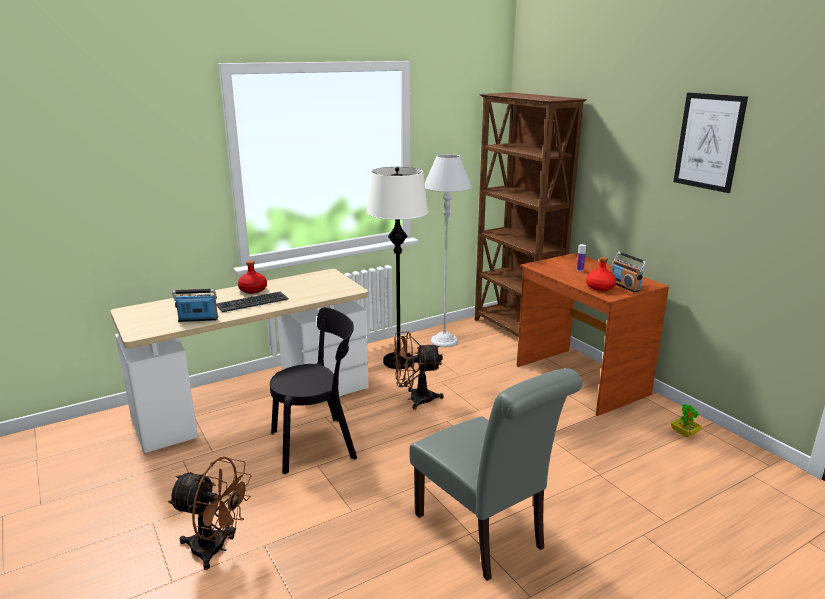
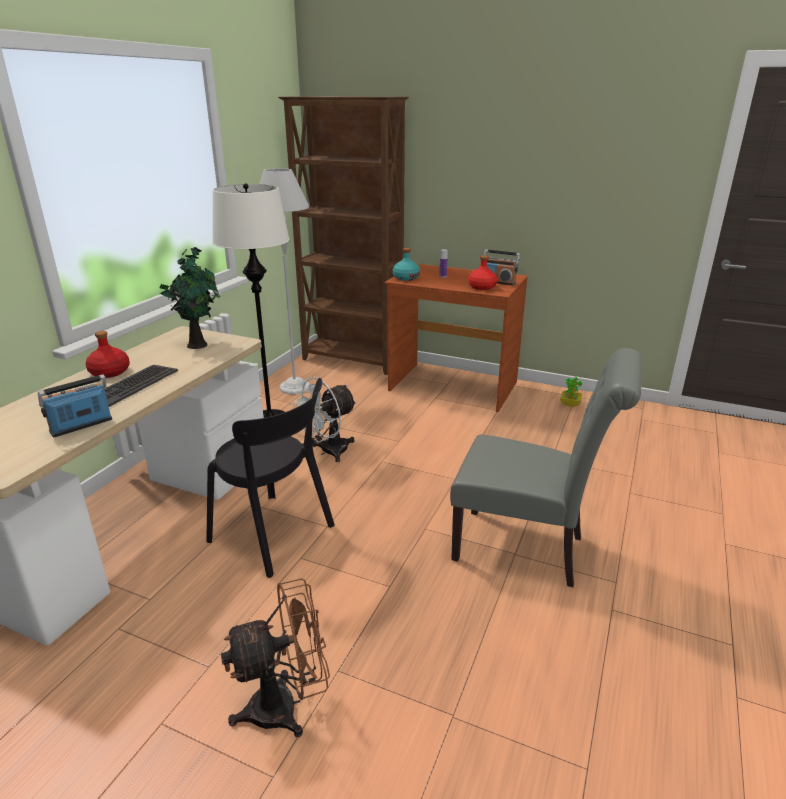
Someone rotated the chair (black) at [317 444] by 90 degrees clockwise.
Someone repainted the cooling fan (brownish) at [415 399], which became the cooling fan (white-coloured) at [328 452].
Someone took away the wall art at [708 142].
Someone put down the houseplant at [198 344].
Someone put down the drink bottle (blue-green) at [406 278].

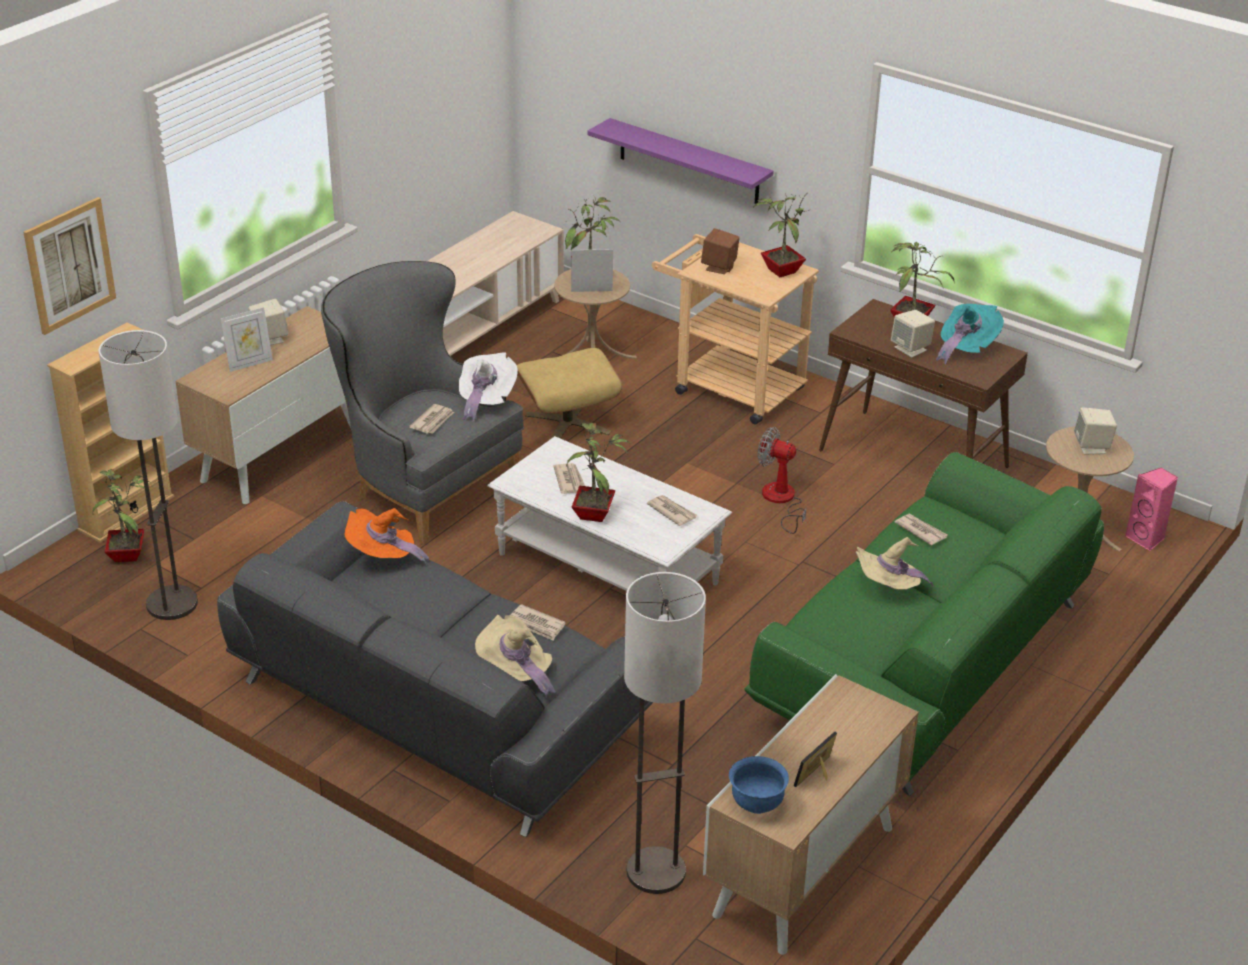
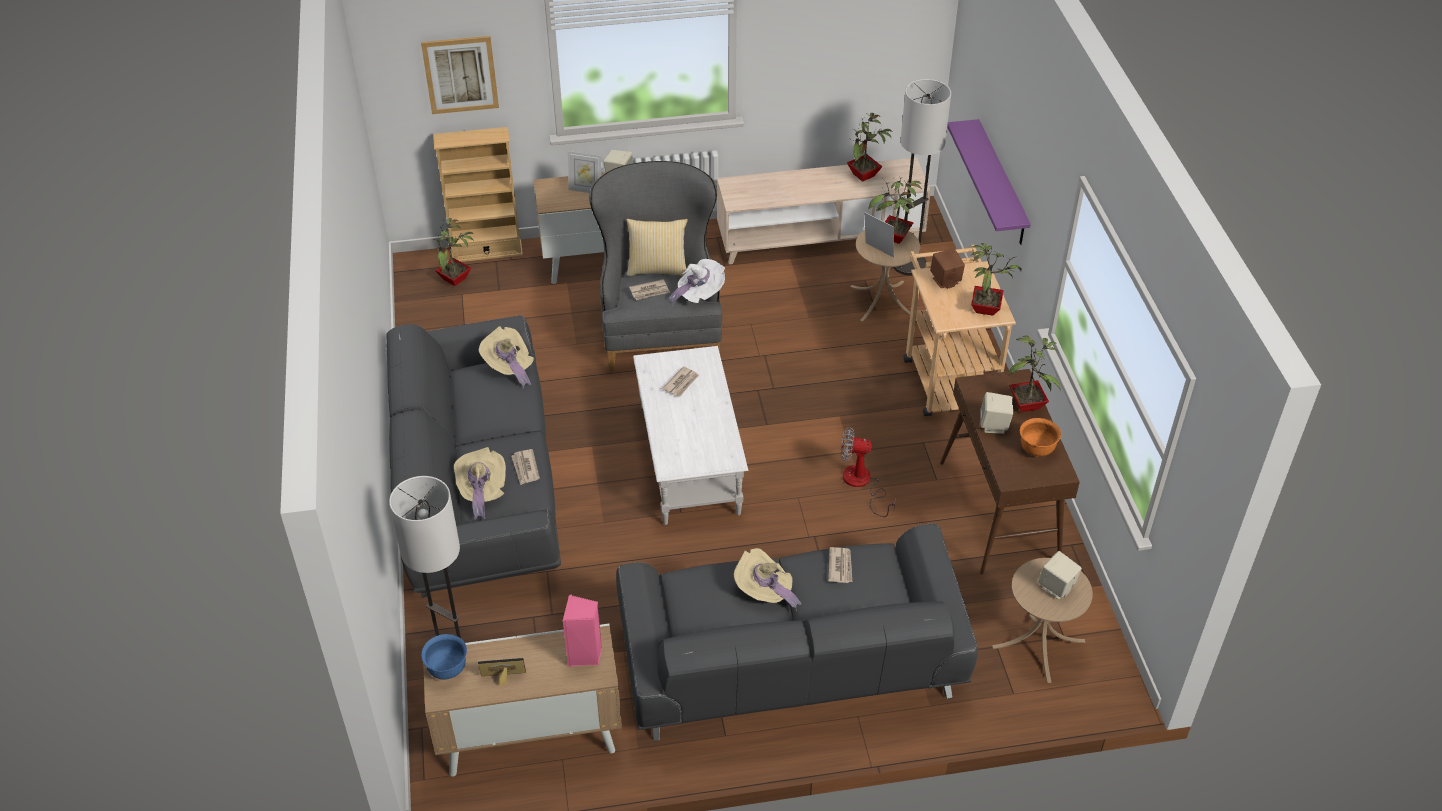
Someone carried the standing lamp from [171 604] to [909 264].
Someone repainted the wearable hat (orangey) at [383 557], which became the wearable hat (beige-coloured) at [509 368].
Someone took away the footrest (beige-coloured) at [567 424].
Someone carried the houseplant from [595 515] to [864 176].
Someone took away the printed paper at [672 512].
Someone repainted the settee (green) at [924 663], which became the settee (gray) at [789 663].
Someone rotated the cooling fan at [781 501] by 60 degrees counterclockwise.
Someone swapped the wearable hat (blue-green) at [965 348] for the deep dish (orangey) at [1036 449].
Someone carried the speaker (pinkish) from [1146 539] to [585 655].
Someone put down the throw pillow at [657 269].

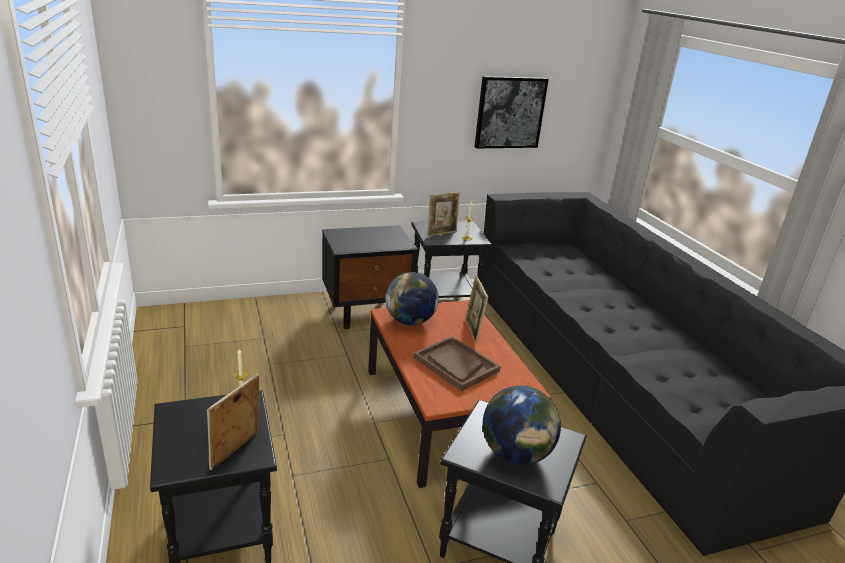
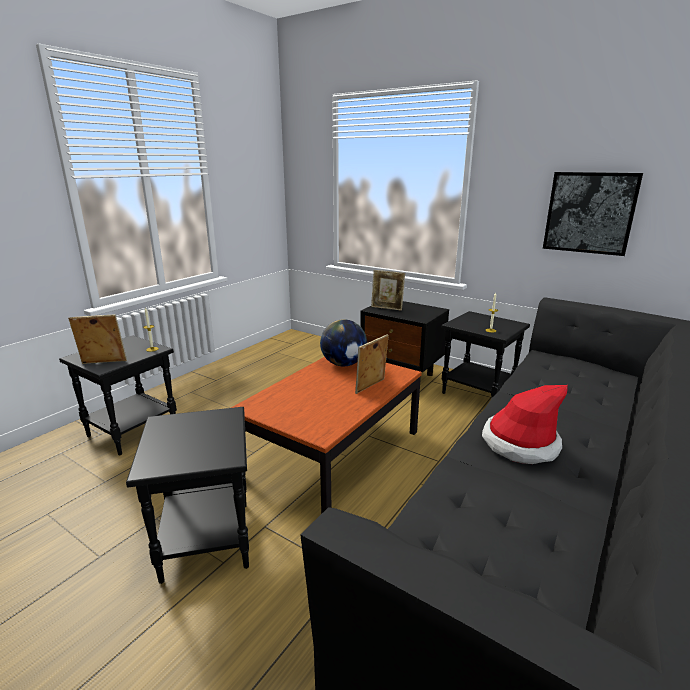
Someone took away the carrying tray (brownish) at [455 365].
Someone carried the photo frame from [441 233] to [387 308].
Someone took away the desk globe at [516 454].
Someone put down the wearable hat at [520 444].

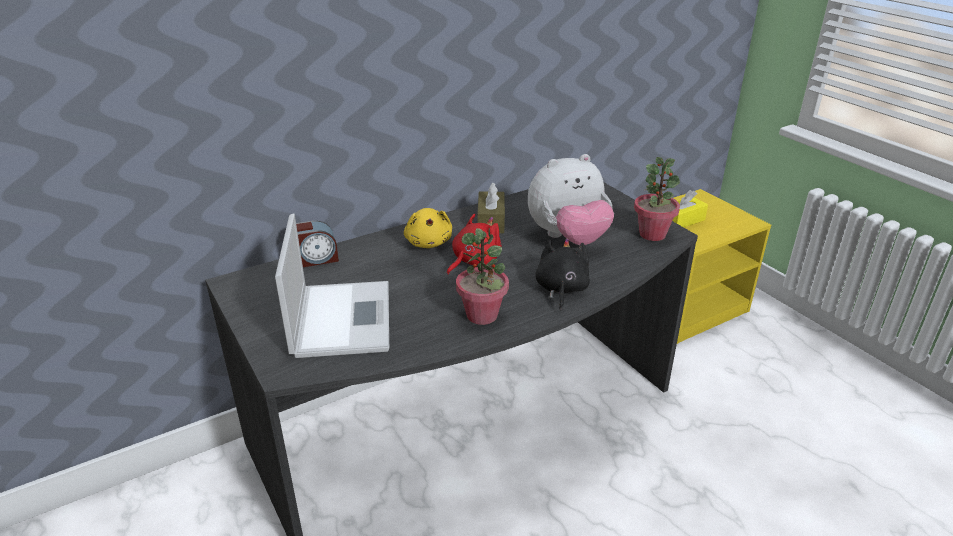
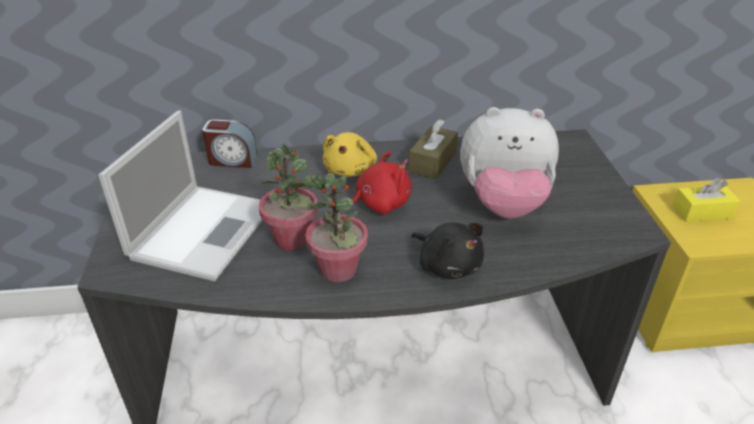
Someone rotated the plush toy (black) at [561 289] by 105 degrees clockwise.
Someone carried the houseplant from [652 234] to [292 239].

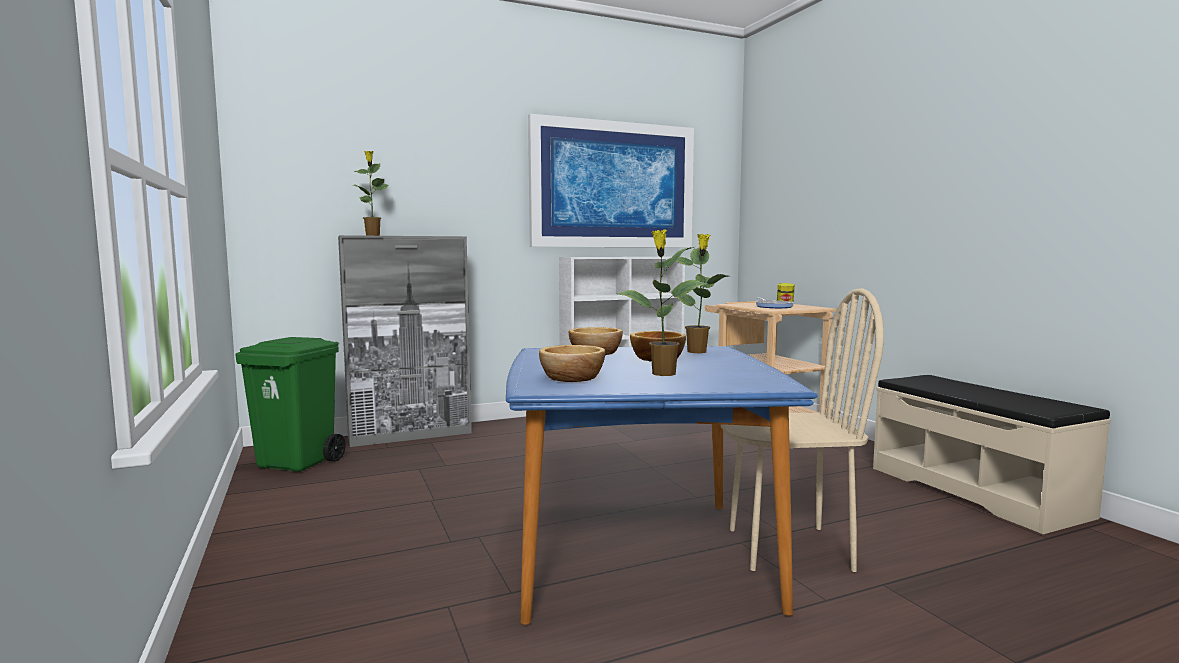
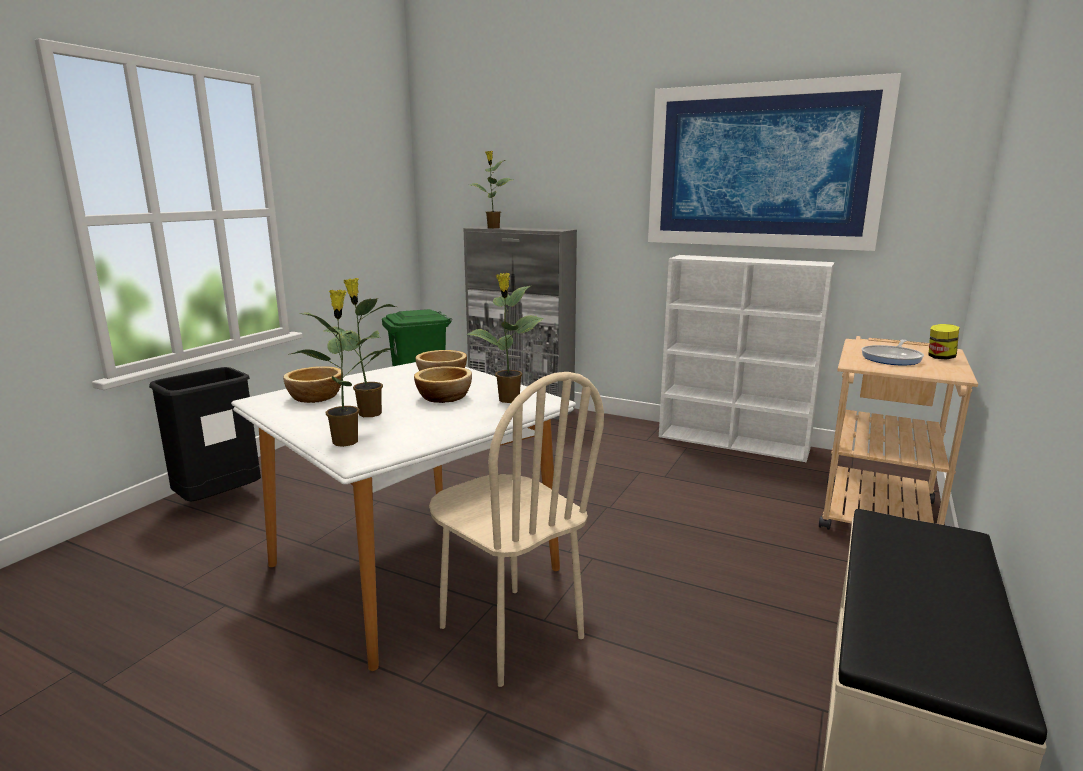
Someone repainted the dining table (bluish) at [640 554], which became the dining table (white-coloured) at [415 567].
Someone put down the trash can (black) at [219 500].
Someone put down the houseplant at [346 441].

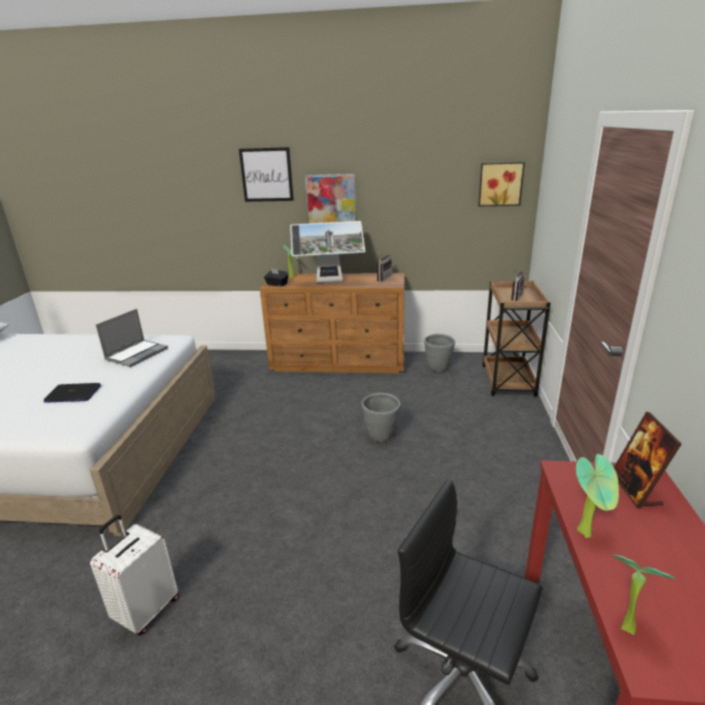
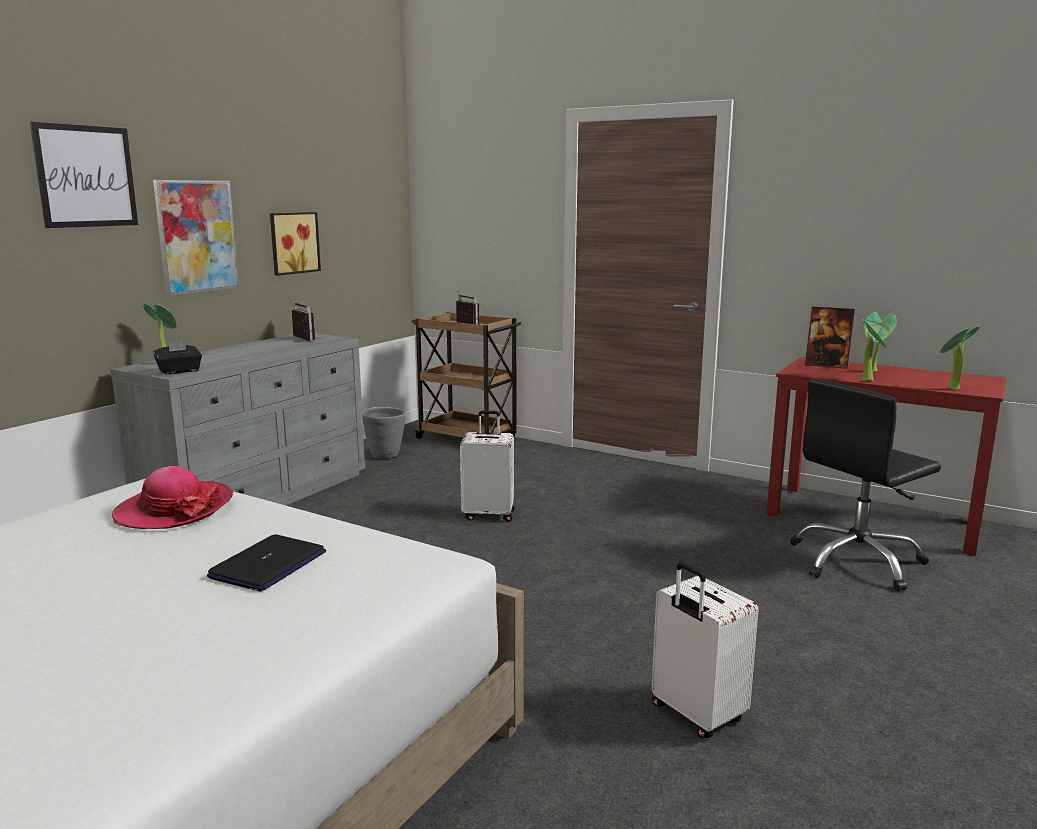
Someone swapped the notebook computer at [137 354] for the wearable hat at [173 510].
Someone repainted the drawer chest (brownish) at [339 362], which became the drawer chest (gray) at [260 498].
Someone took away the computer screen at [329 282].
Someone swapped the planter (gray) at [381 436] for the piece of luggage (white-coloured) at [489 514].
Someone carried the wall art from [500 184] to [293 243].
Someone put down the houseplant at [873 372].

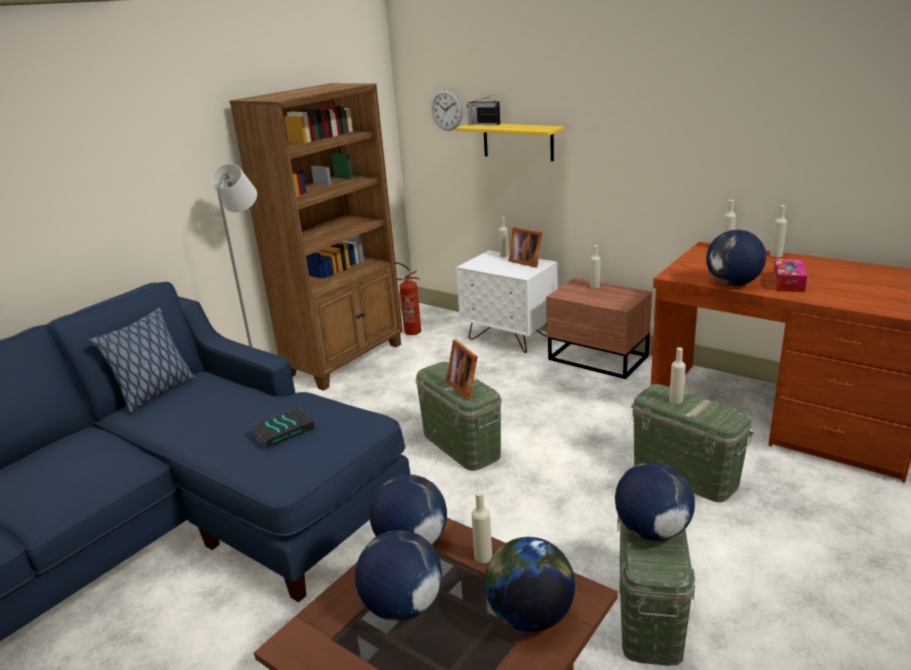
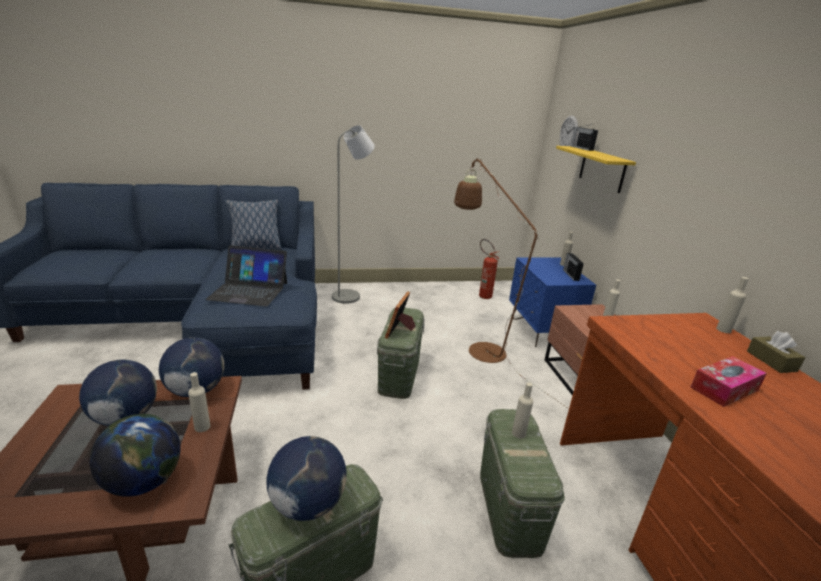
Someone took away the shelving unit (brownish) at [346 360].
Someone swapped the book at [283 431] for the notebook computer at [249 291].
Someone repainted the nightstand (white-coloured) at [509 338], which became the nightstand (bluish) at [541 331].
Someone swapped the photo frame at [526 262] for the radio receiver at [570 275].
Someone took away the desk globe at [733 284].
Someone swapped the drink bottle (beige-coloured) at [776 255] for the tissue holder (brownish) at [771 361].
Someone put down the standing lamp (brownish) at [480 347].

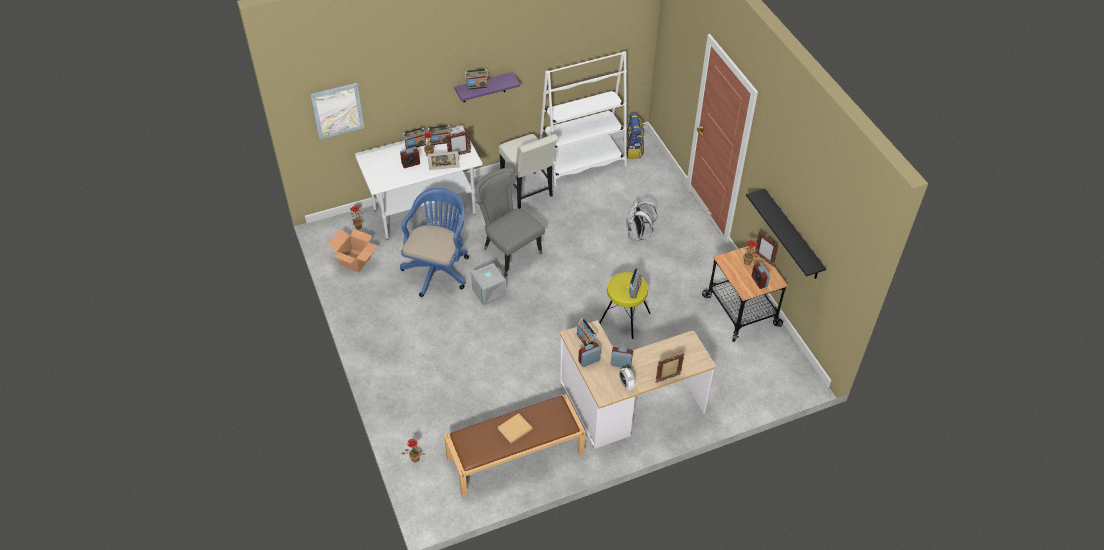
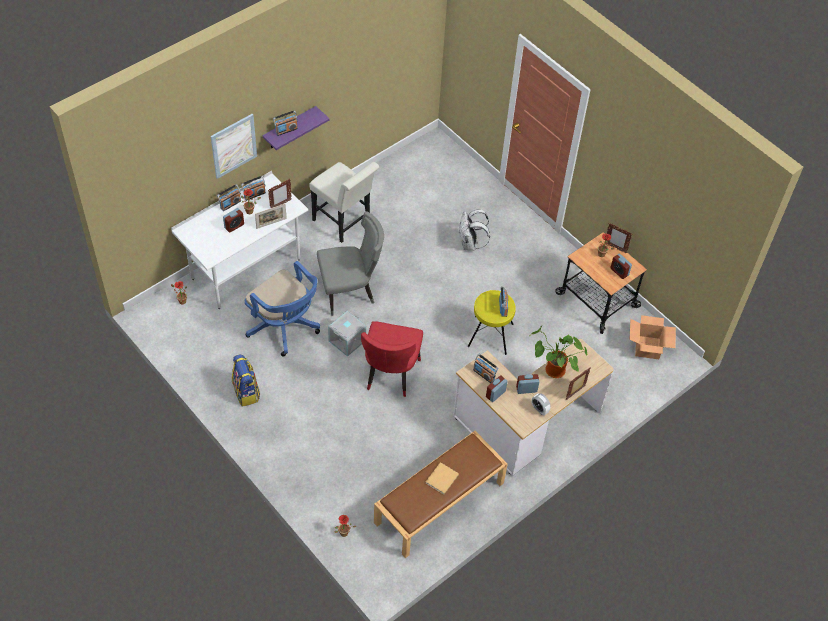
Someone carried the wall art from [337 110] to [233 145].
Someone carried the packing box from [355 260] to [647 347].
Someone rotated the computer chair (bluish) at [438 269] by 135 degrees clockwise.
Someone rotated the chair (gray) at [509 252] by 135 degrees clockwise.
Someone took away the shelving unit (white-coloured) at [582 163].
Someone carried the knapsack from [633 150] to [246 392].
Someone took away the wall shelf (black) at [792 235].
Someone put down the chair (reddish) at [390 375].
Someone put down the houseplant at [552 371].

